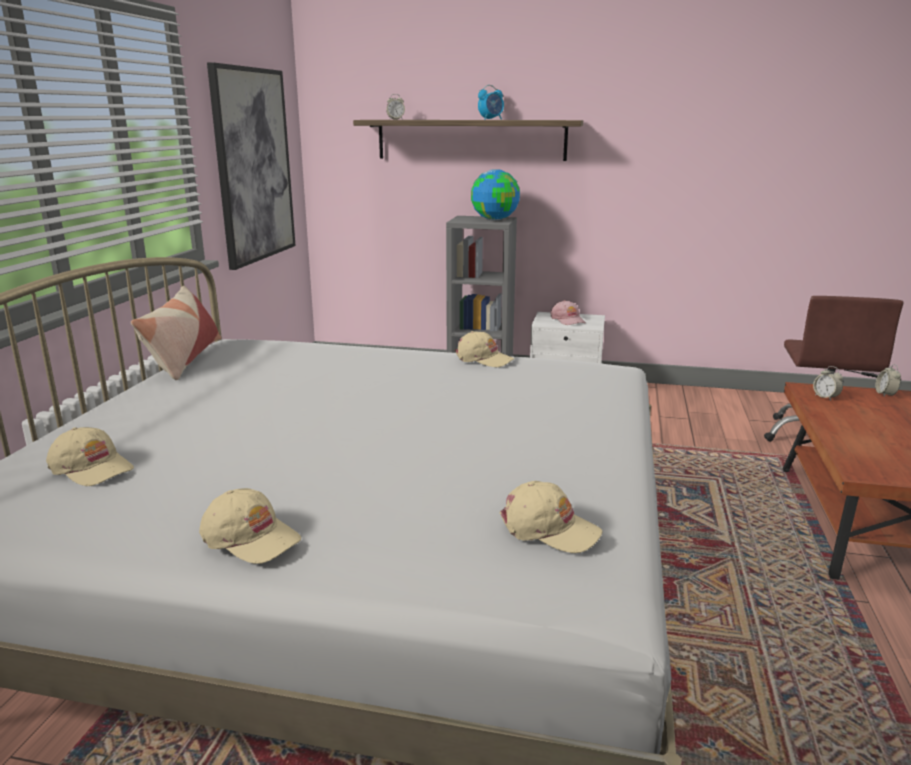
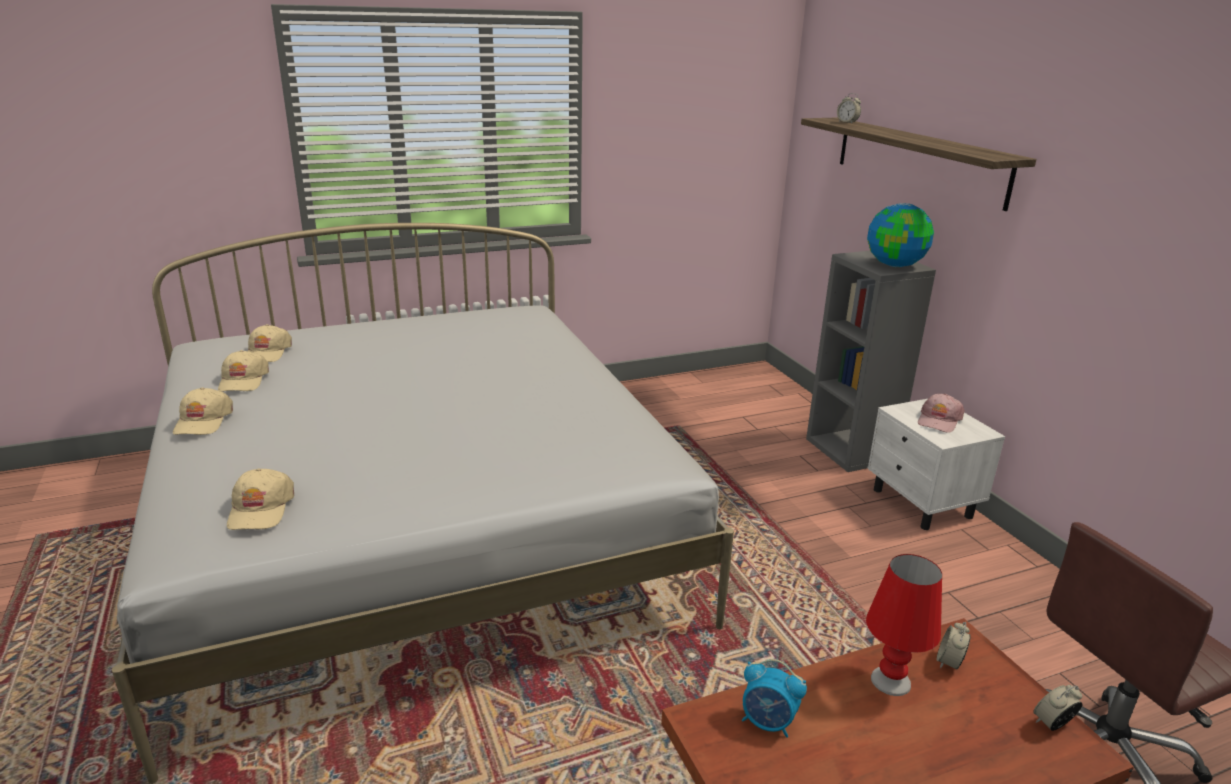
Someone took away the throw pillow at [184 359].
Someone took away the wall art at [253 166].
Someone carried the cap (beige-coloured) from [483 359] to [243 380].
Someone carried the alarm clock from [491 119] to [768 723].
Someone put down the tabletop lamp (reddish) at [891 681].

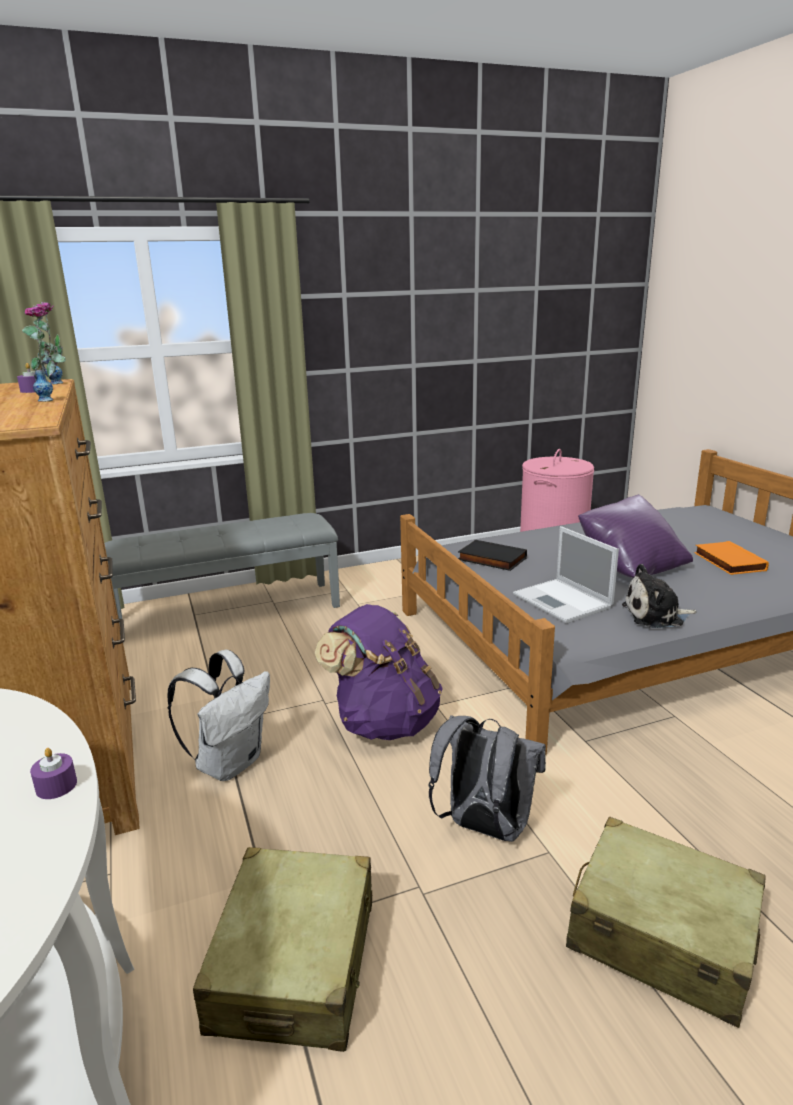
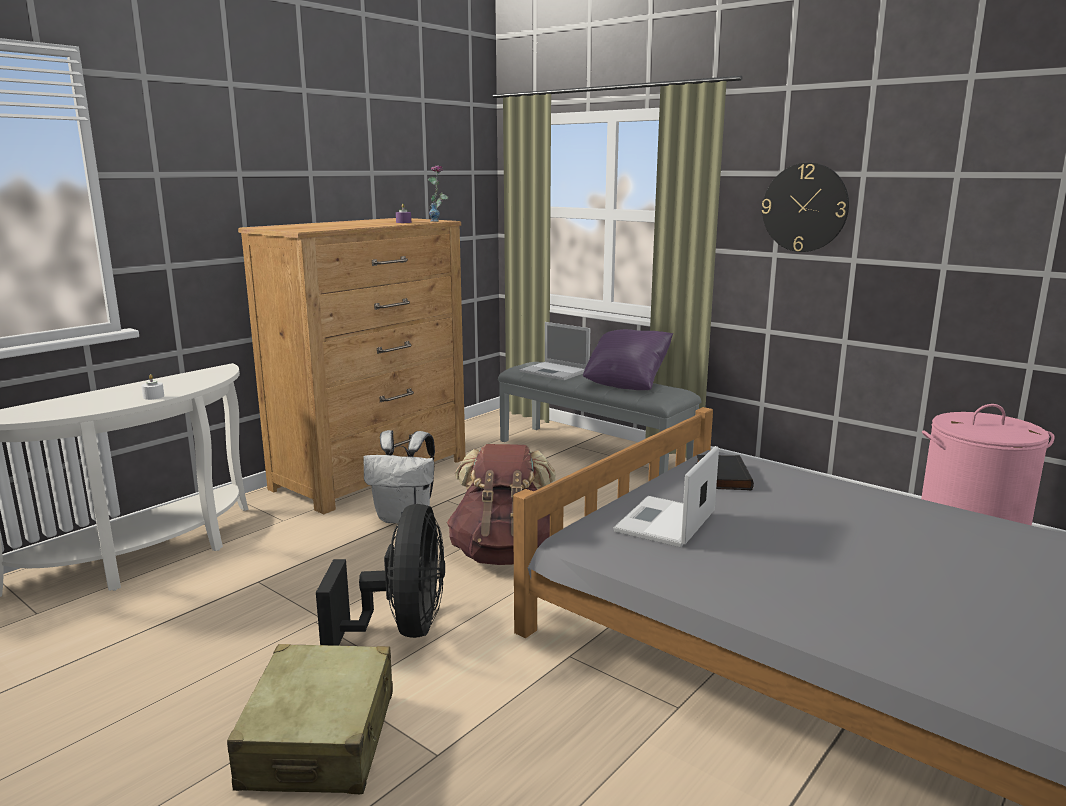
Someone took away the vase at [54 399].
Someone repainted the wax candle (purple) at [56 786], which became the wax candle (white-coloured) at [153 396].
Someone took away the piece of luggage (beige-coloured) at [295 964].
Someone repainted the knapsack (purple) at [384 722], which became the knapsack (brownish) at [504 554].
Someone swapped the knapsack (gray) at [484 827] for the cooling fan (black) at [401 629].
Someone carried the throw pillow (purple) from [630 567] to [626 384].
Someone took away the plush toy at [656 615].
Someone took away the book (orangey) at [727 561].
Someone put down the notebook computer at [555 371].
Someone put up the hanging clock at [805 207].

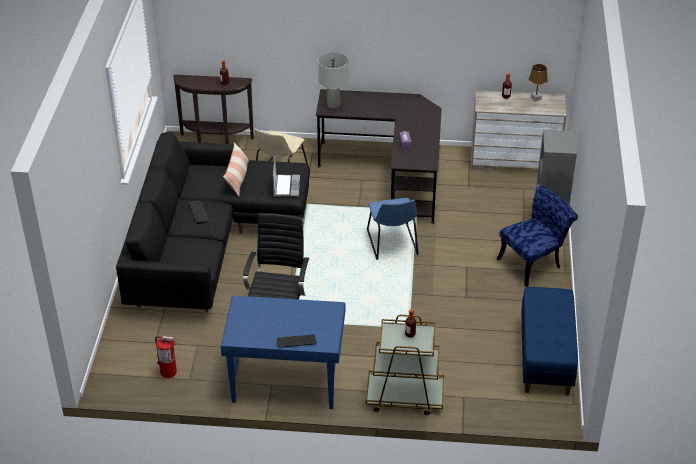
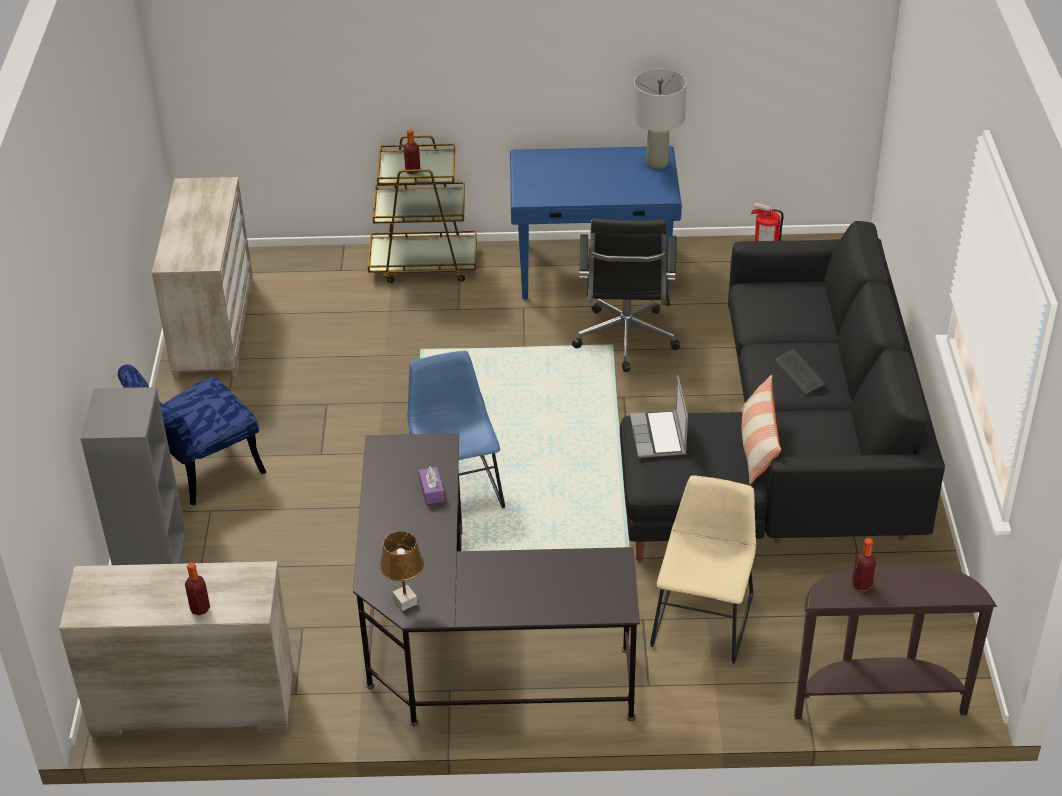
Someone took away the PC keyboard at [296 341].
Someone carried the tabletop lamp (gray) from [333 105] to [657 162].
Someone swapped the indoor bench (bluish) at [546 357] for the drawer chest (beige-coloured) at [213 326].
Someone carried the tabletop lamp (brownish) from [536 98] to [404 601].

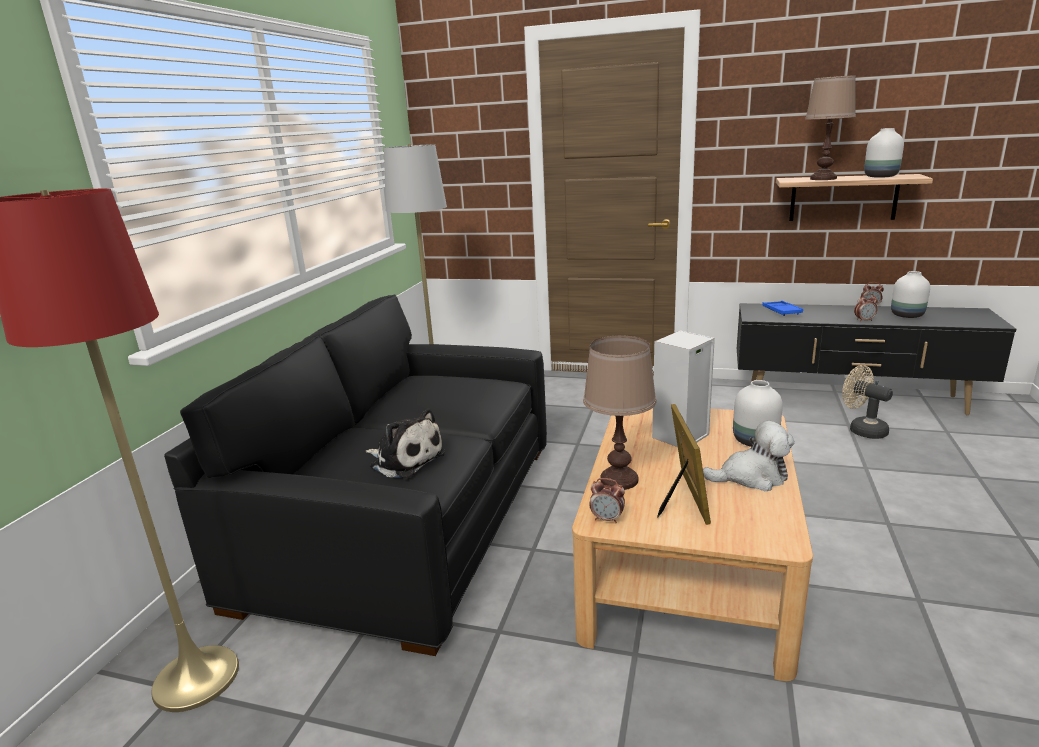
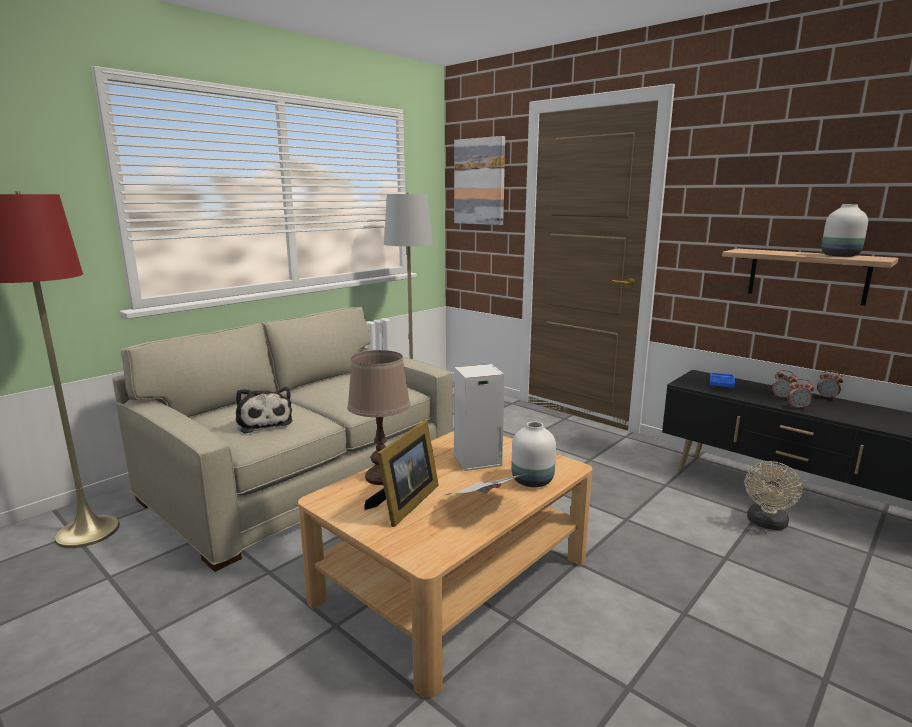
Someone repainted the settee (black) at [406 516], which became the settee (beige-coloured) at [304 476].
Someone carried the alarm clock from [607 519] to [782 398].
Someone swapped the plush toy at [751 477] for the printed paper at [483 506].
Someone took away the tabletop lamp (brownish) at [822 179].
Someone rotated the cooling fan (beige-coloured) at [862 430] by 135 degrees counterclockwise.
Someone took away the vase (white-coloured) at [908 315].
Someone put up the wall art at [480 182].

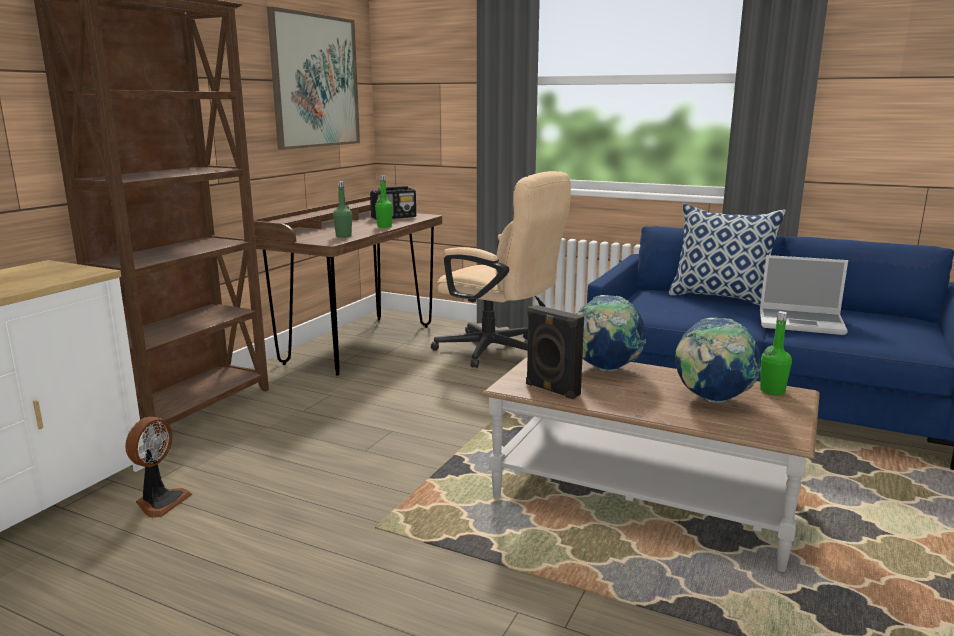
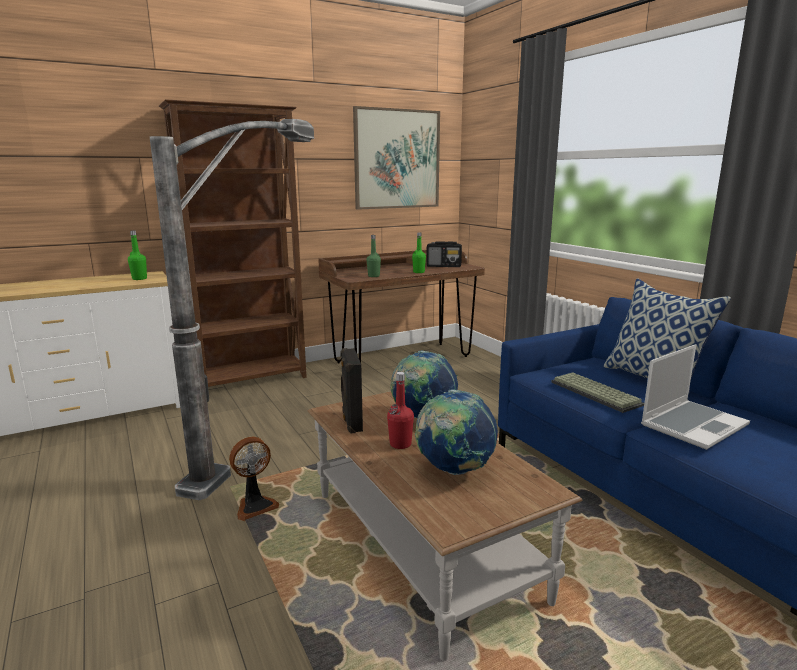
Someone carried the cooling fan from [160 502] to [255 506].
Someone took away the computer chair (beige-coloured) at [499 352].
Someone rotated the notebook computer at [802 323] by 90 degrees counterclockwise.
Someone carried the drink bottle (green) from [772 391] to [139 279].
Someone put down the standing lamp at [267 428].
Someone put down the drink bottle (reddish) at [400 444].
Someone put down the PC keyboard at [597 393].

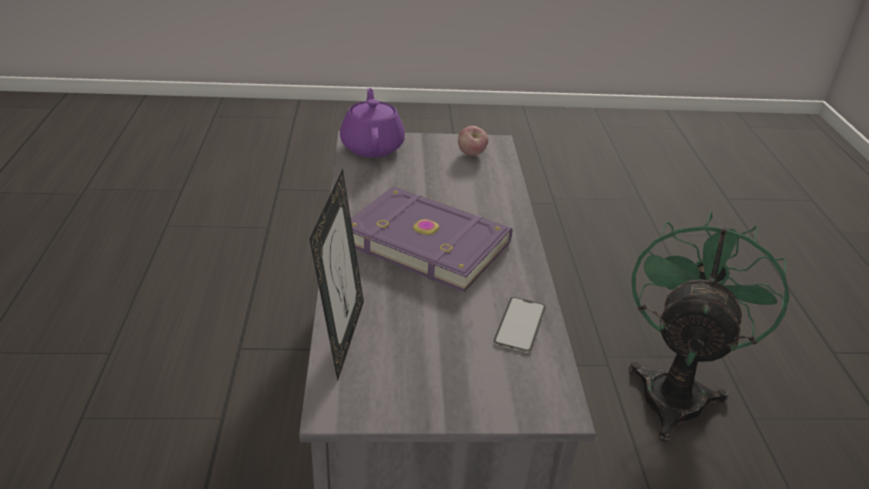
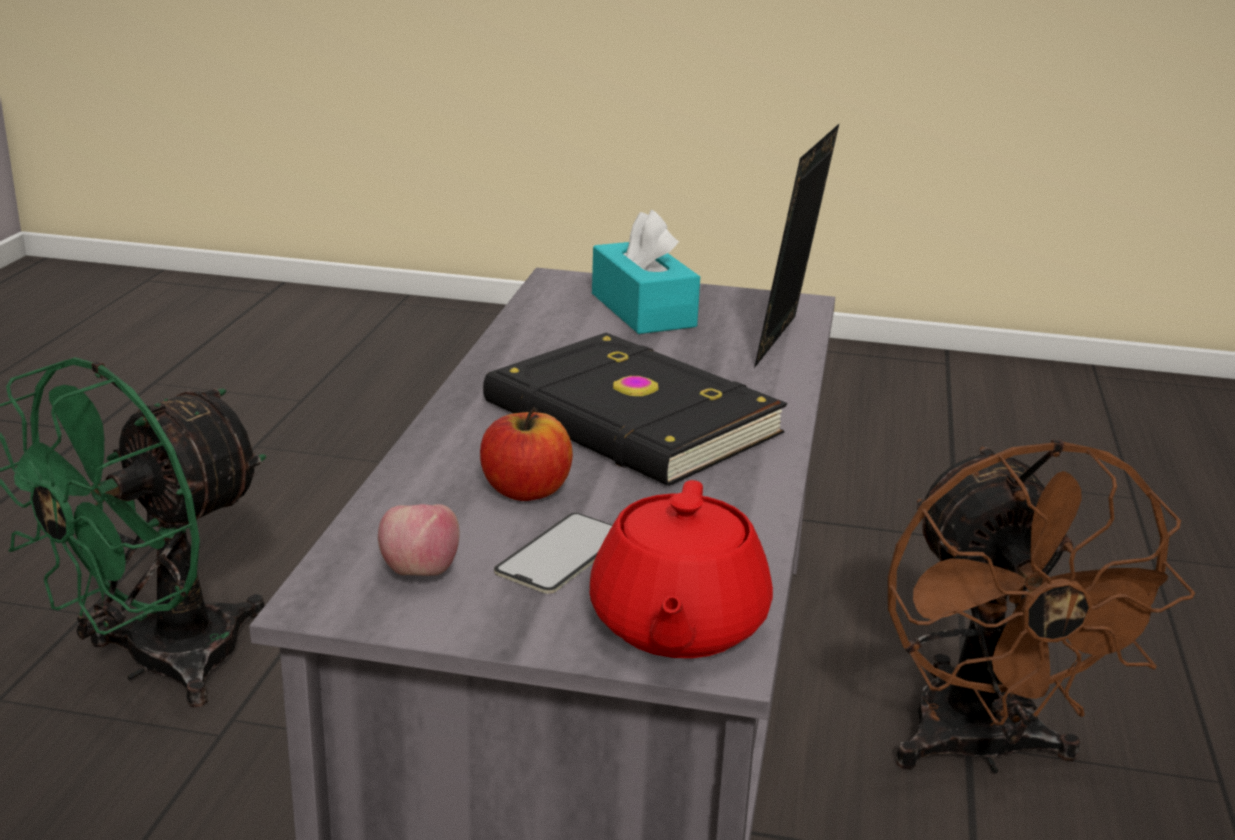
Someone repainted the teapot (purple) at [372 146], which became the teapot (reddish) at [676 626].
Someone repainted the book (purple) at [426 240], which became the book (black) at [629 421].
Someone carried the telephone from [520 324] to [562 554].
Someone put down the apple at [526 491].
Someone put down the tissue holder (blue-green) at [643 310].
Someone put down the cooling fan (brownish) at [982 751].

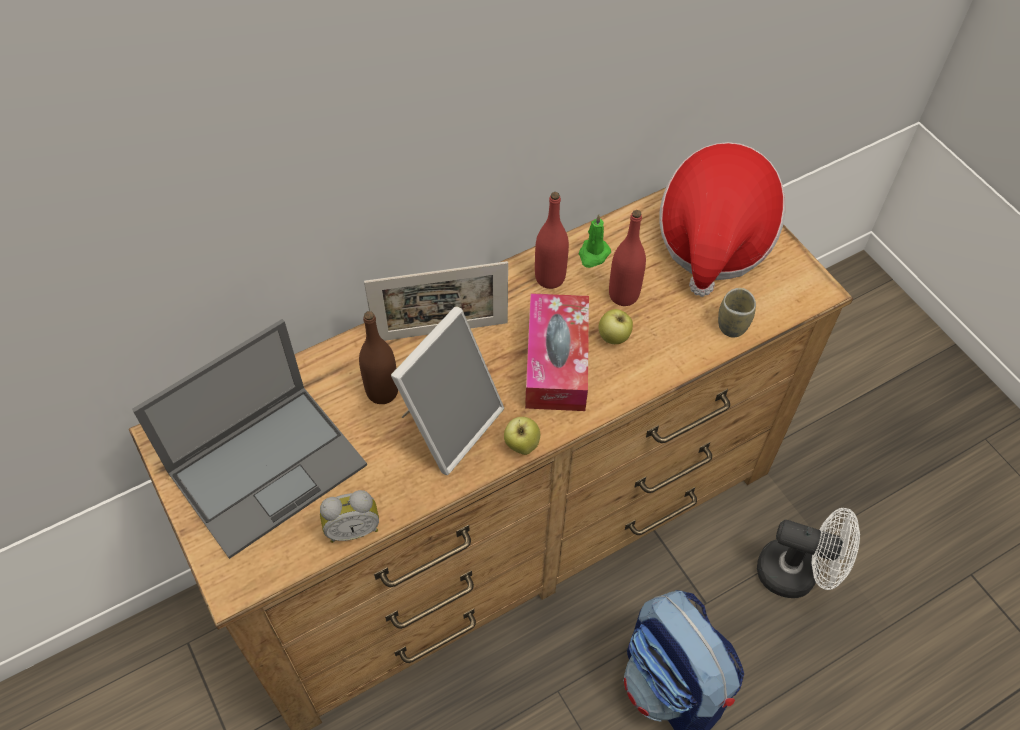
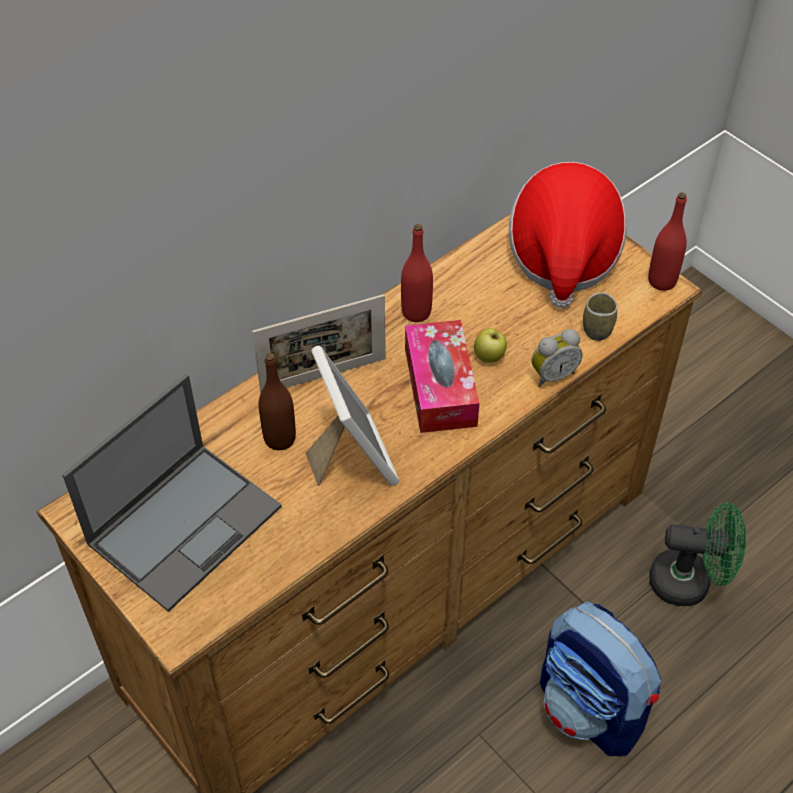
Someone carried the alarm clock from [352 528] to [552 374].
Someone rotated the photo frame at [449 423] by 45 degrees counterclockwise.
Someone took away the apple at [521 445].
Someone took away the wax candle (green) at [593 254].
Someone carried the drink bottle (reddish) from [623 295] to [662 281].
Someone repainted the cooling fan (white-coloured) at [797 573], which became the cooling fan (green) at [690 582].

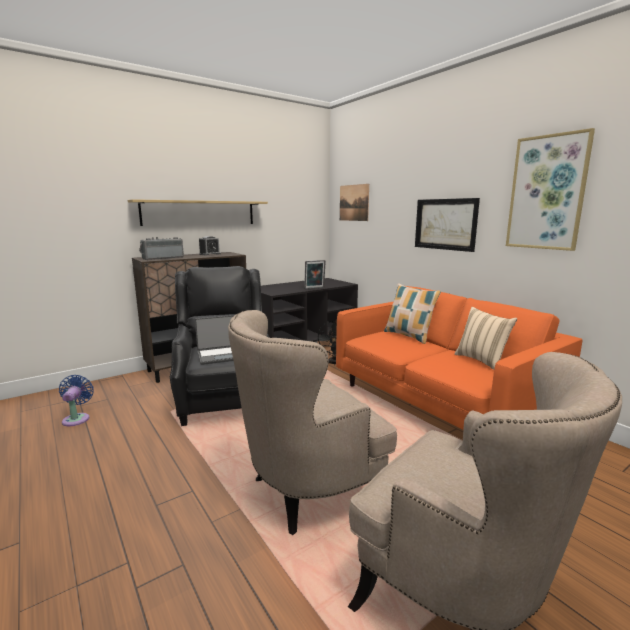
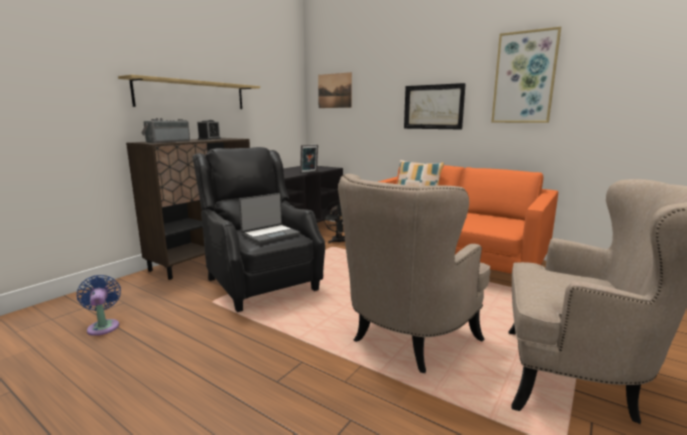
Someone took away the throw pillow (beige-coloured) at [481 361].

